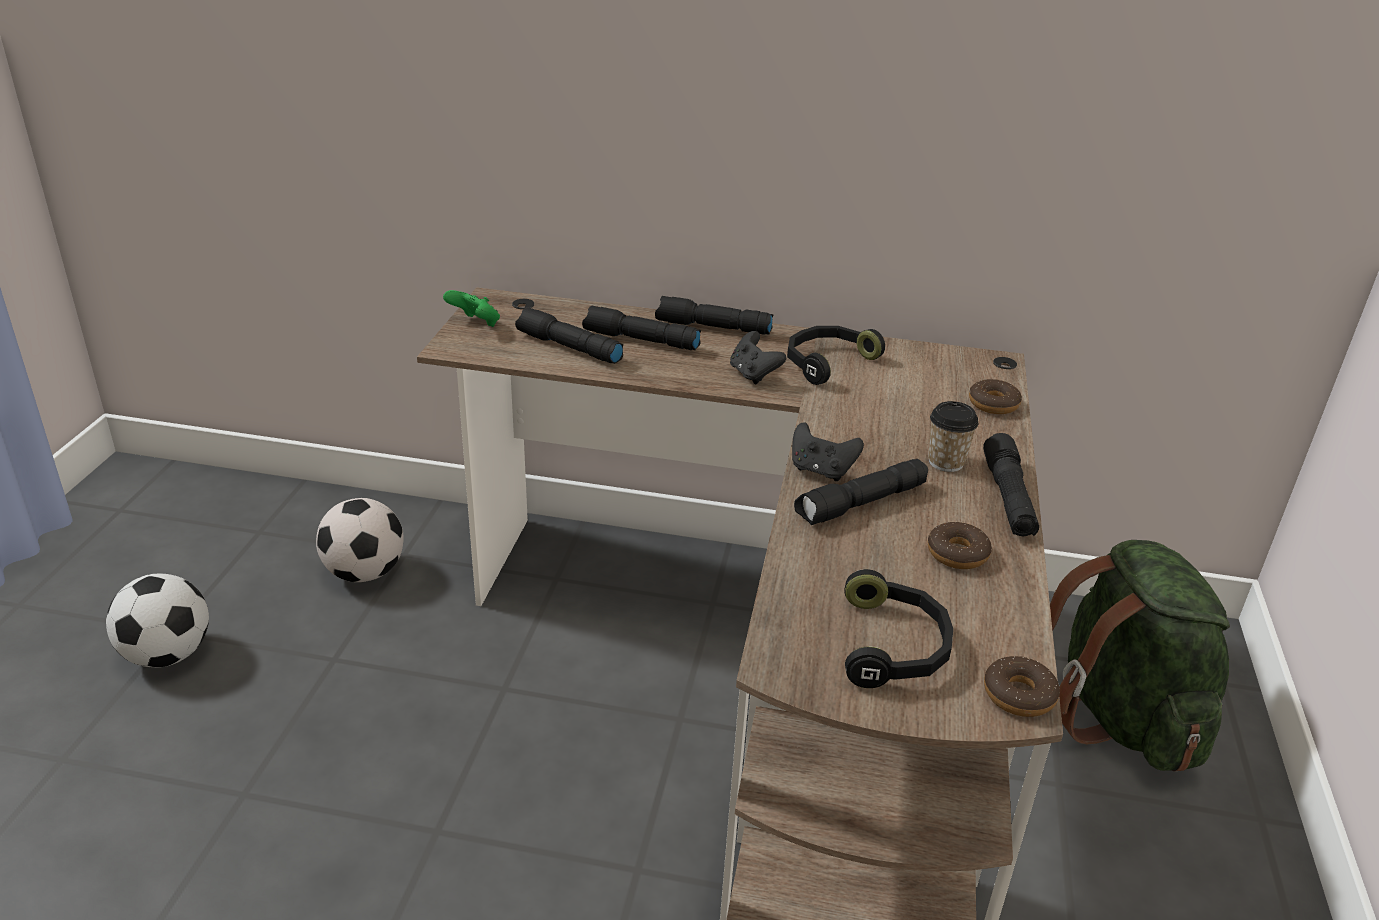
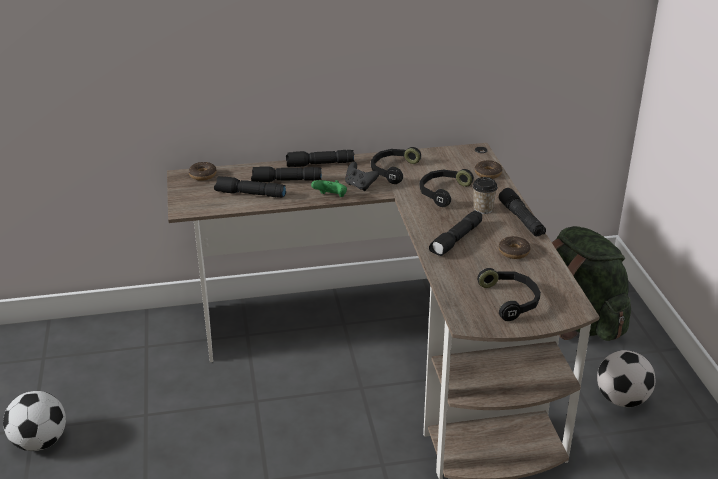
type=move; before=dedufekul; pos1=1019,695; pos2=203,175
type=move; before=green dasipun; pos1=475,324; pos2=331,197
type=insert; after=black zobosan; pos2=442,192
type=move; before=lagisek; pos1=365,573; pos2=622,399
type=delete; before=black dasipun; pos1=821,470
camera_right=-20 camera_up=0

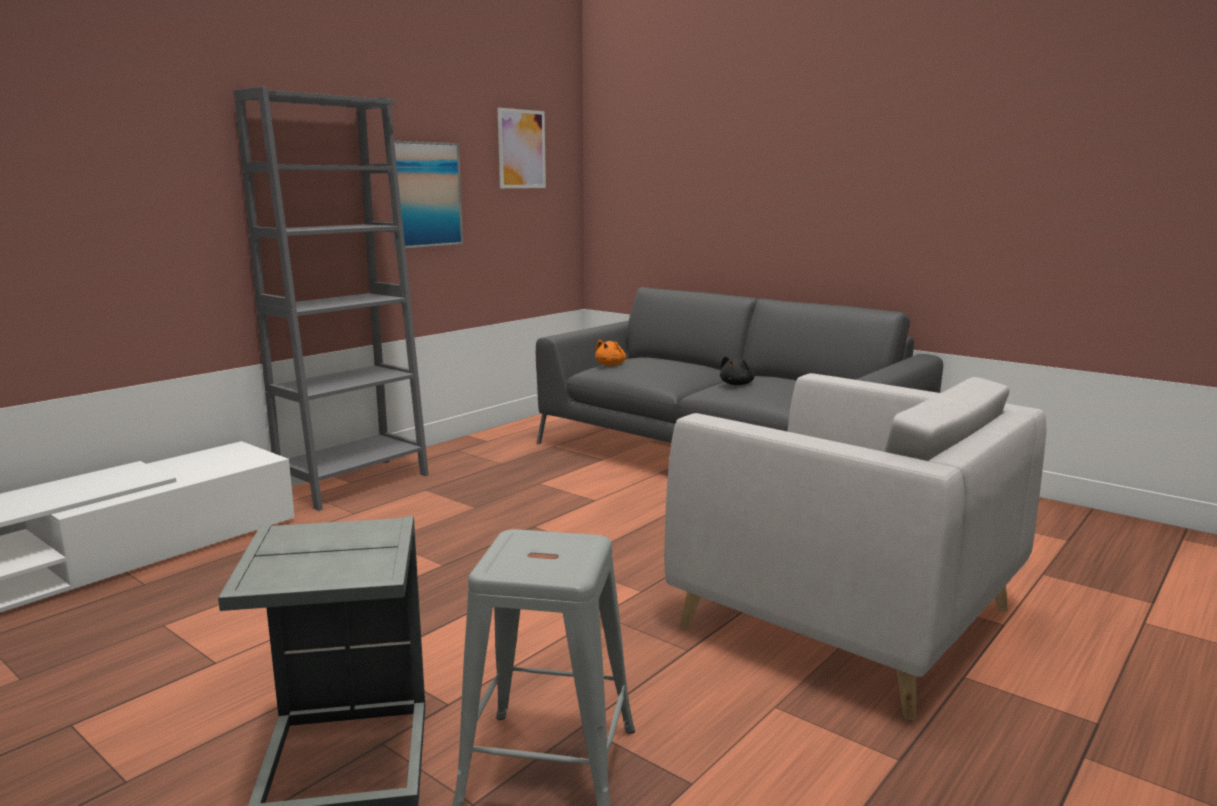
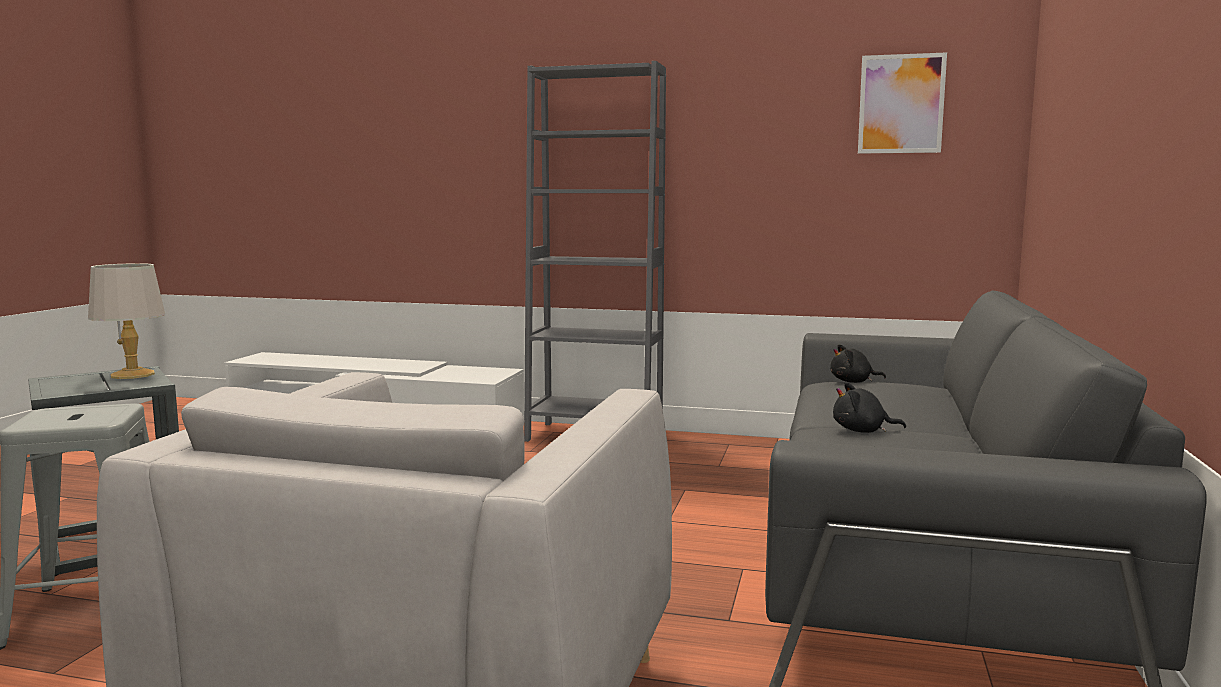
type=insert; after=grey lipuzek; pos2=134,374
type=recolor; before=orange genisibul; after=black genisibul; pos1=611,365; pos2=853,382
type=delete; before=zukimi; pos1=424,194
camera_right=65 camera_up=-5

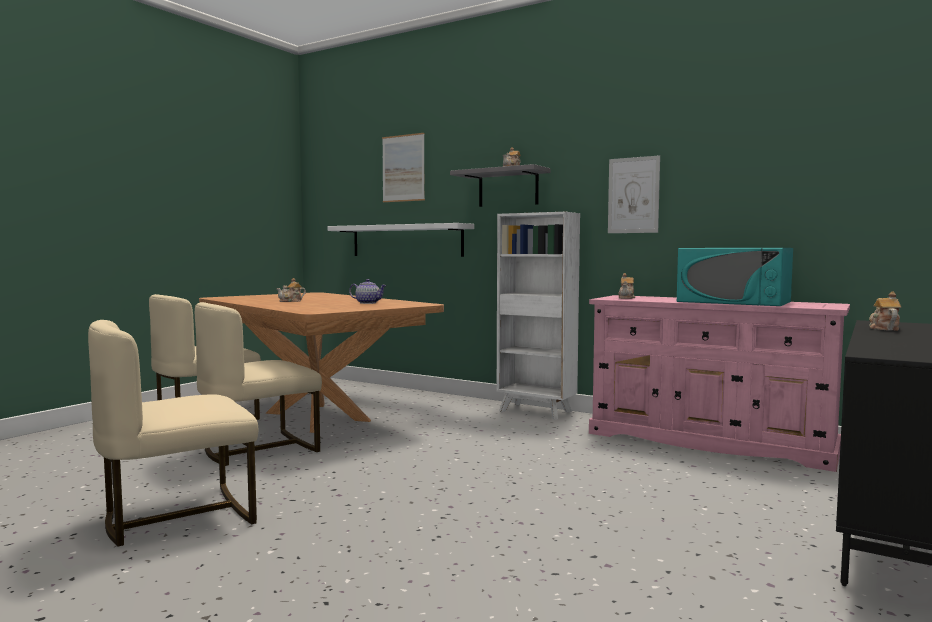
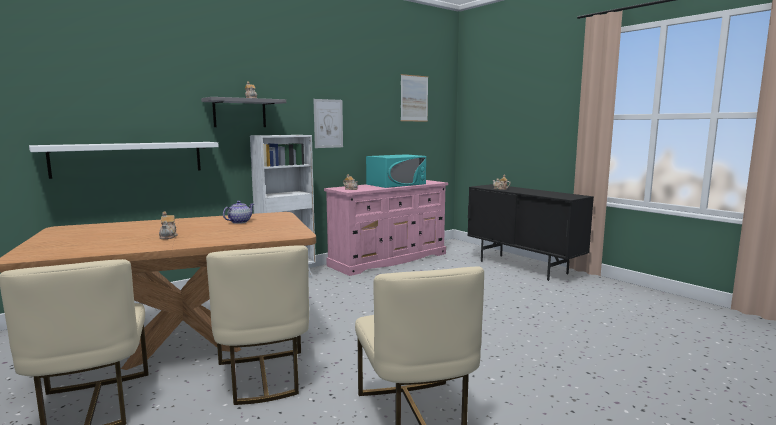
type=move; before=zukimi; pos1=403,168; pos2=414,98
camera_right=-70 camera_up=5

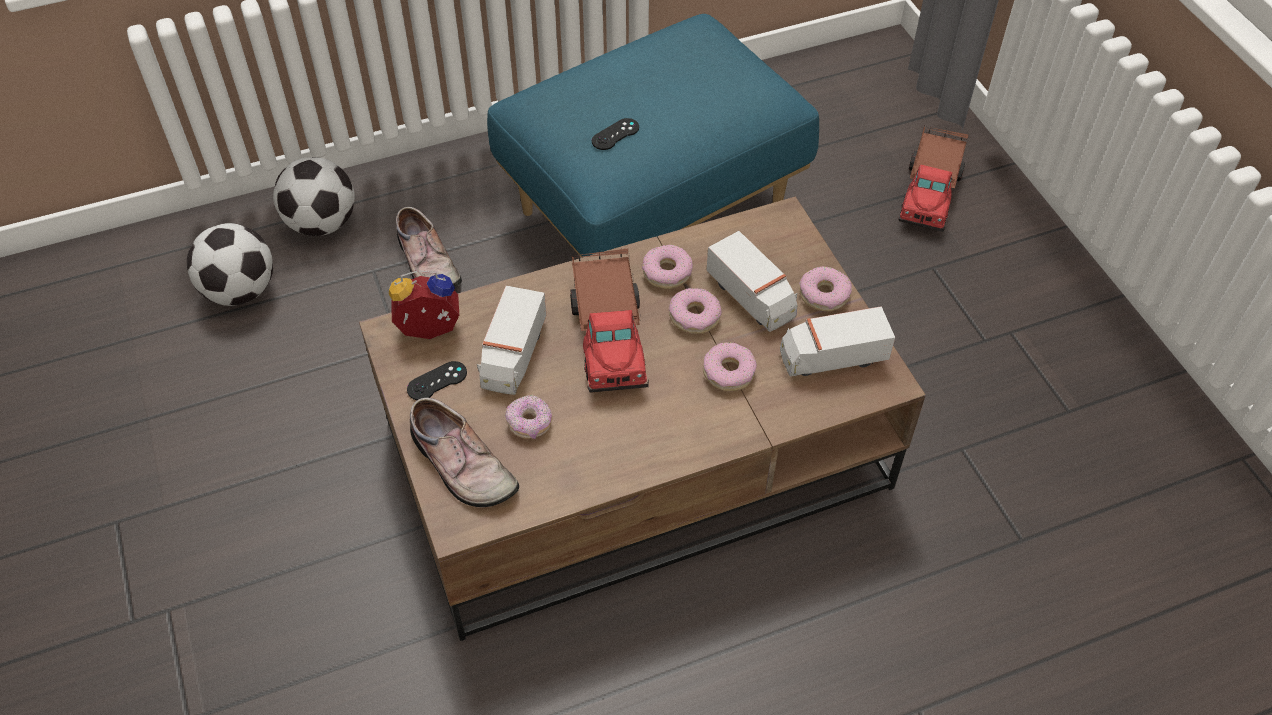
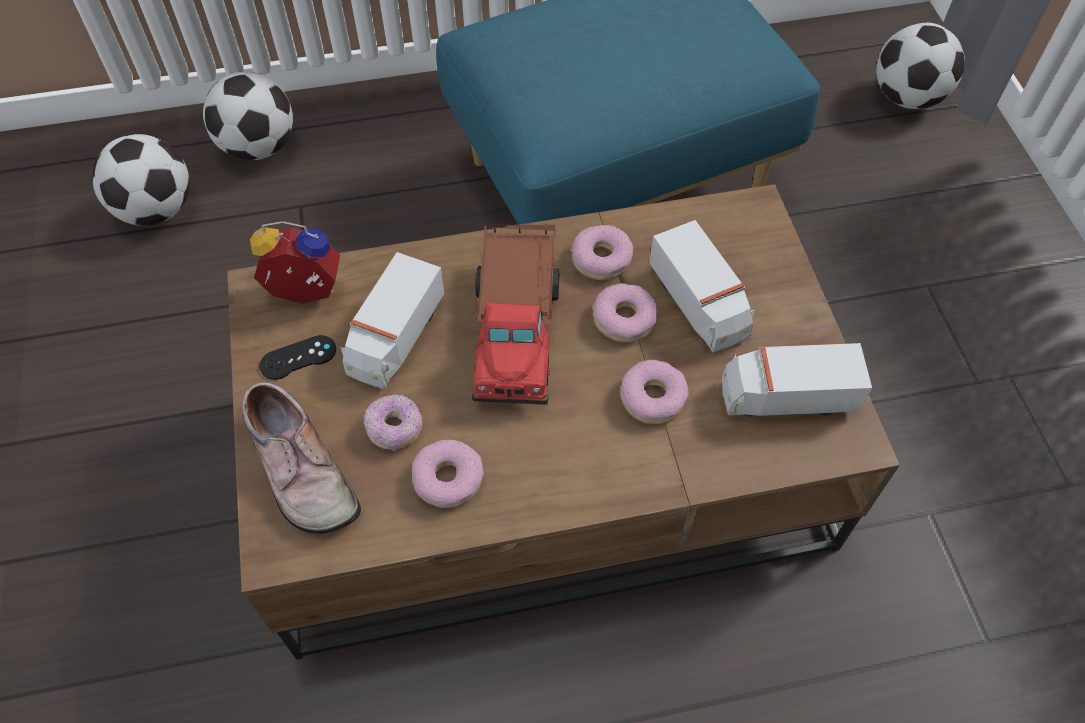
type=move; before=dedufekul; pos1=824,294; pos2=448,478
type=insert; after=lagisek; pos2=906,98
type=delete; before=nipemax; pos1=425,262
type=delete; before=black dasipun; pos1=615,134
type=delete; before=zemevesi; pos1=931,190
camera_right=10 camera_up=5

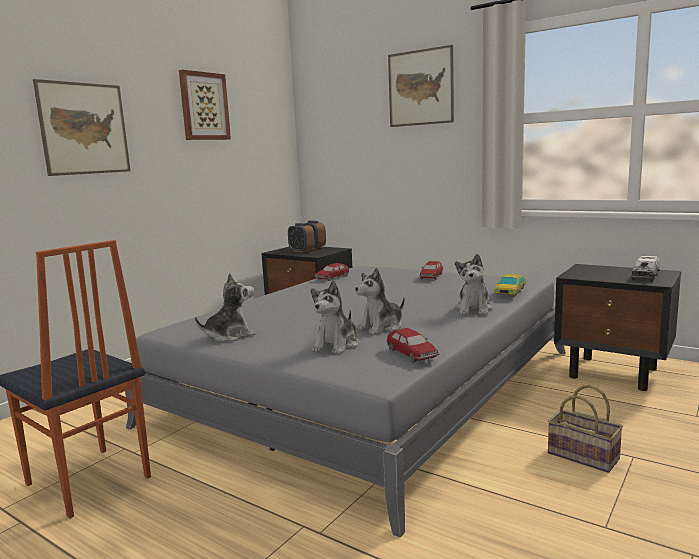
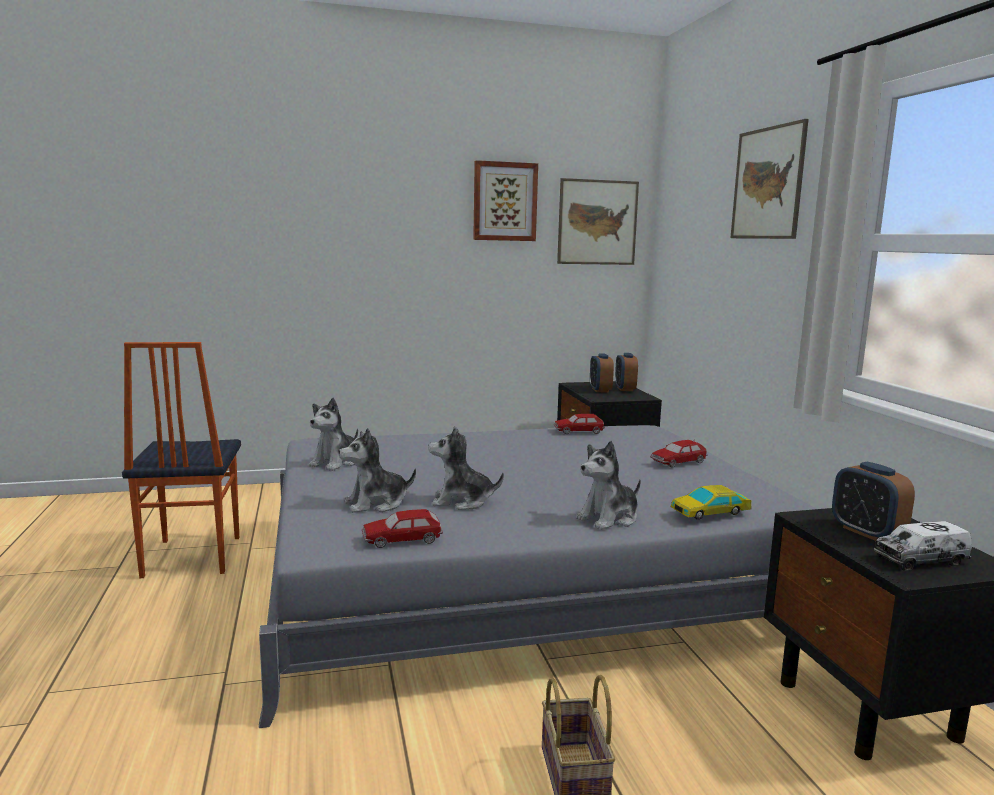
type=rotate; before=genisibul; pos1=230,336; pos2=336,462; turn=105
type=rotate; before=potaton; pos1=412,354; pos2=402,539; turn=60
type=move; before=zukimi; pos1=84,129; pos2=597,222
type=insert; after=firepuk; pos2=867,532
camera_right=40 camera_up=0

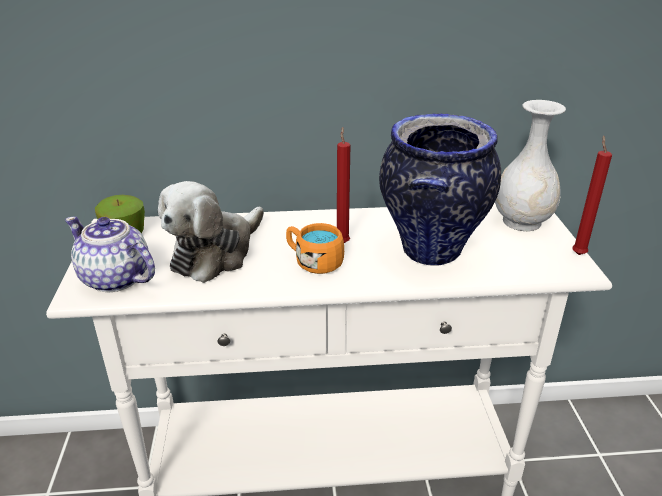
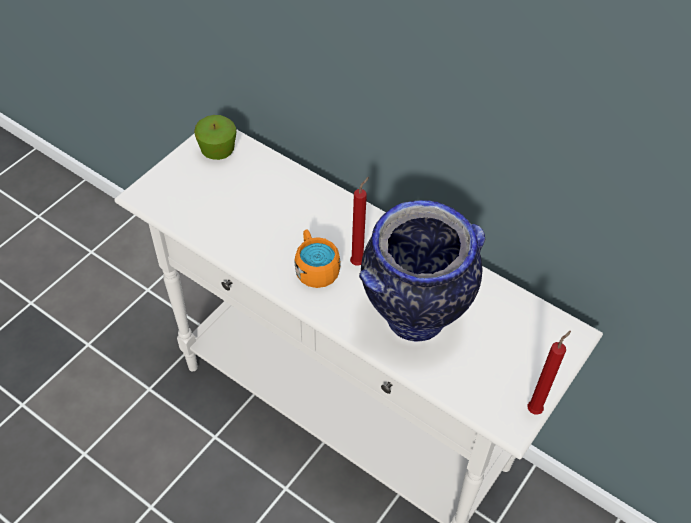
type=delete; before=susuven; pos1=116,279
type=delete; before=genisibul; pos1=215,253
type=delete; before=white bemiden; pos1=522,222
camera_right=40 camera_up=20

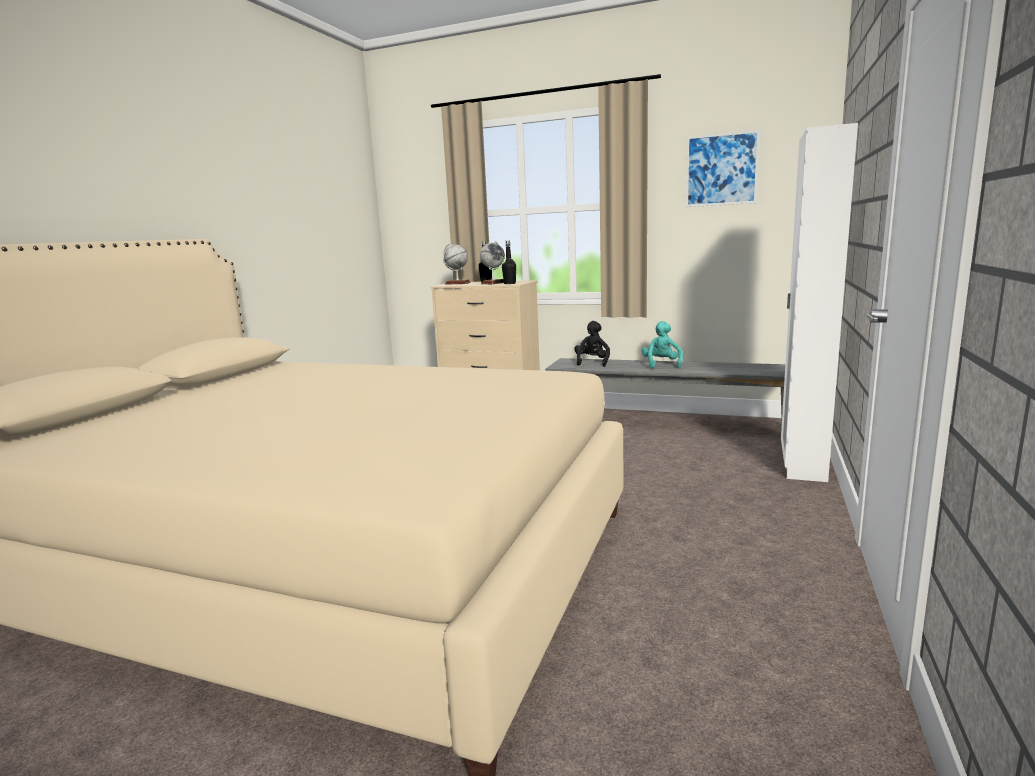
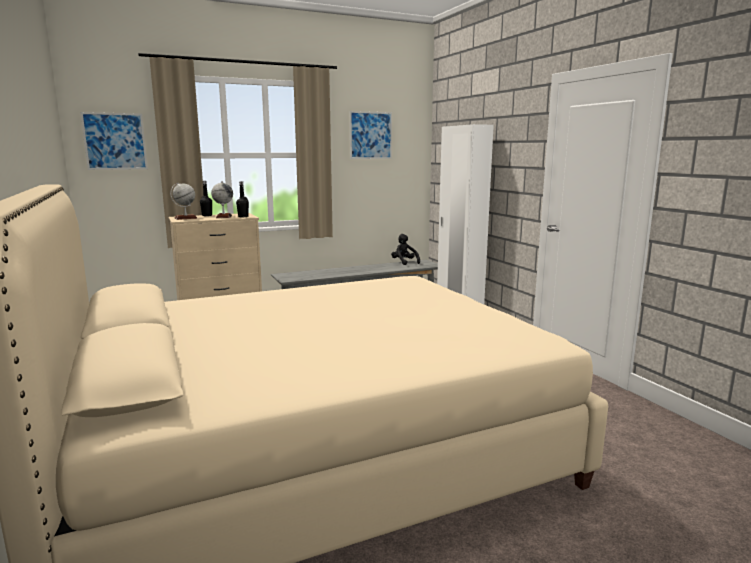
type=insert; after=zukimi; pos2=115,141
type=move; before=black genisibul; pos1=592,362; pos2=404,262
type=delete; before=turquoise genisibul; pos1=661,365
camera_right=-45 camera_up=0

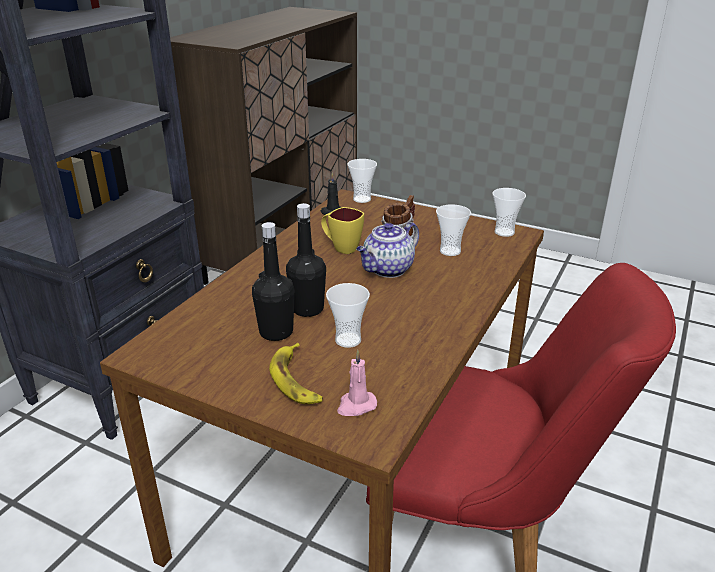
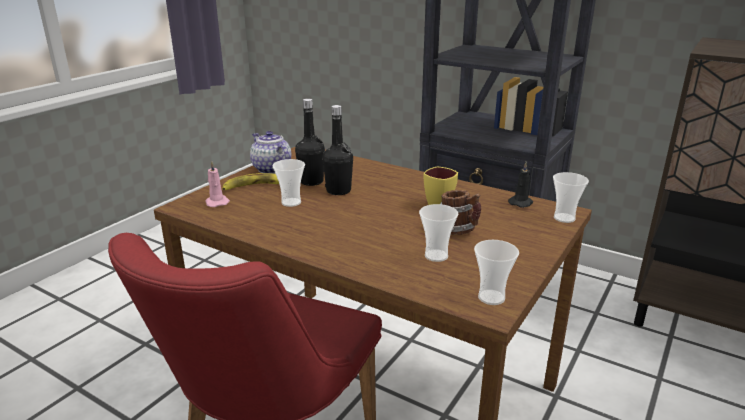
type=move; before=susuven; pos1=387,270; pos2=271,169
camera_right=95 camera_up=-5

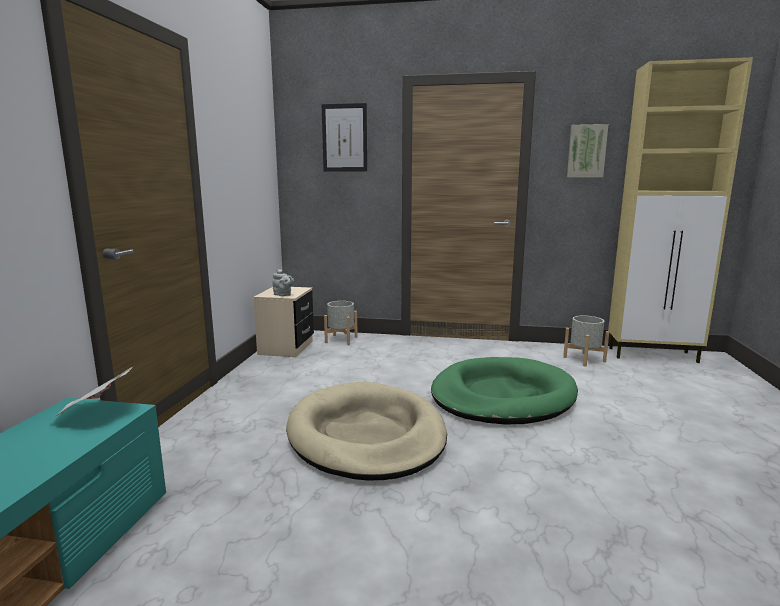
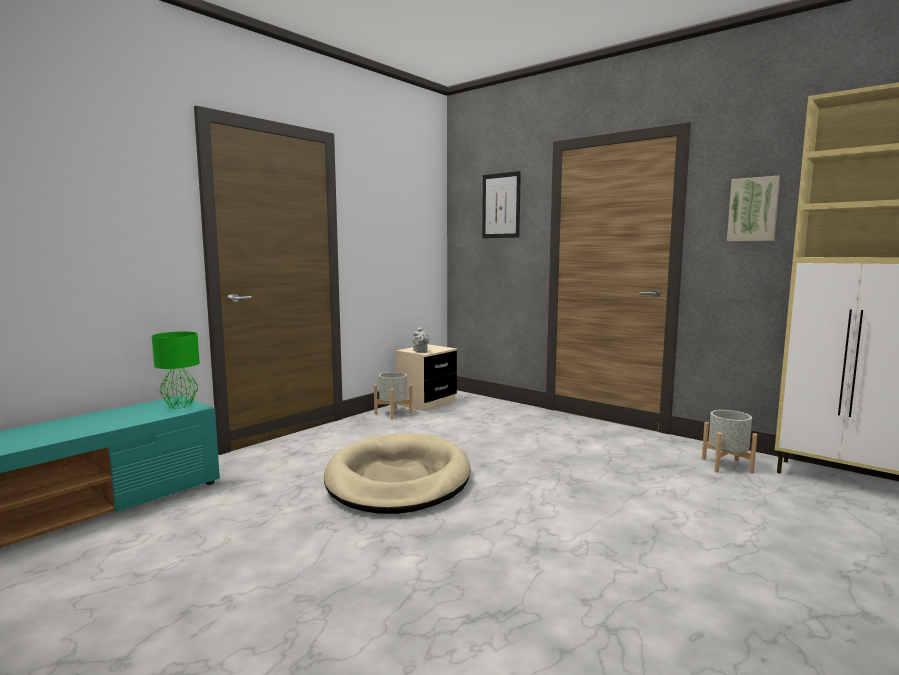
type=replace; before=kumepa; after=green lipuzek; pos1=95,412; pos2=179,405
type=move; before=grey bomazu; pos1=341,339; pos2=393,413
type=delete; before=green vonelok; pos1=502,396
camera_right=30 camera_up=-5

